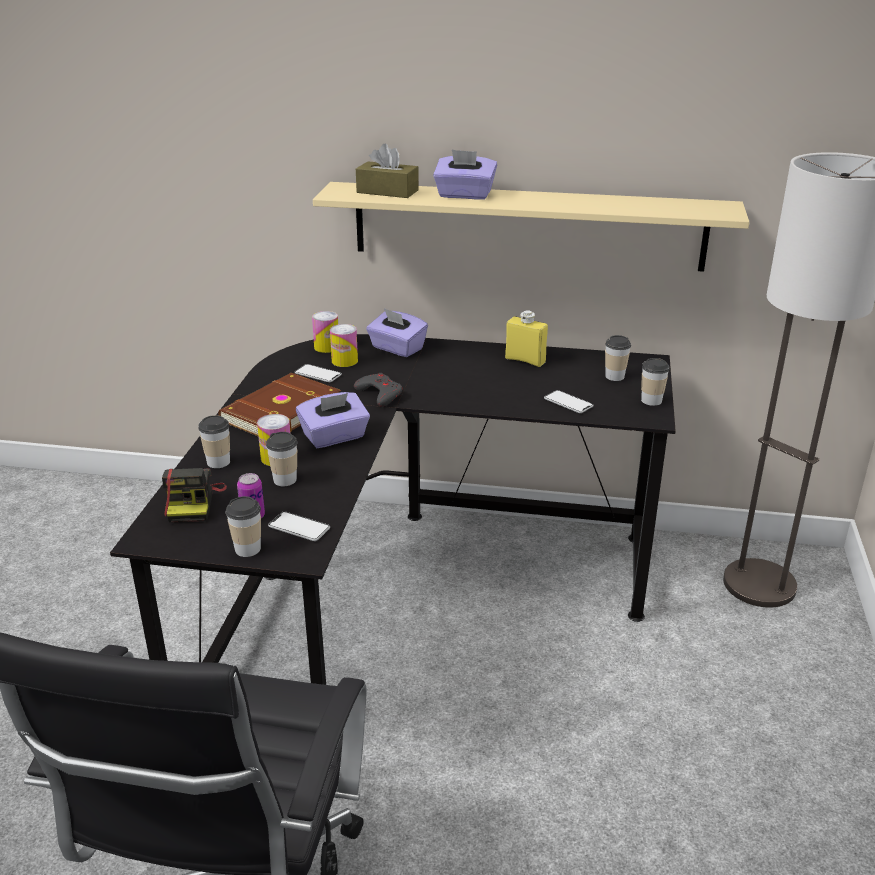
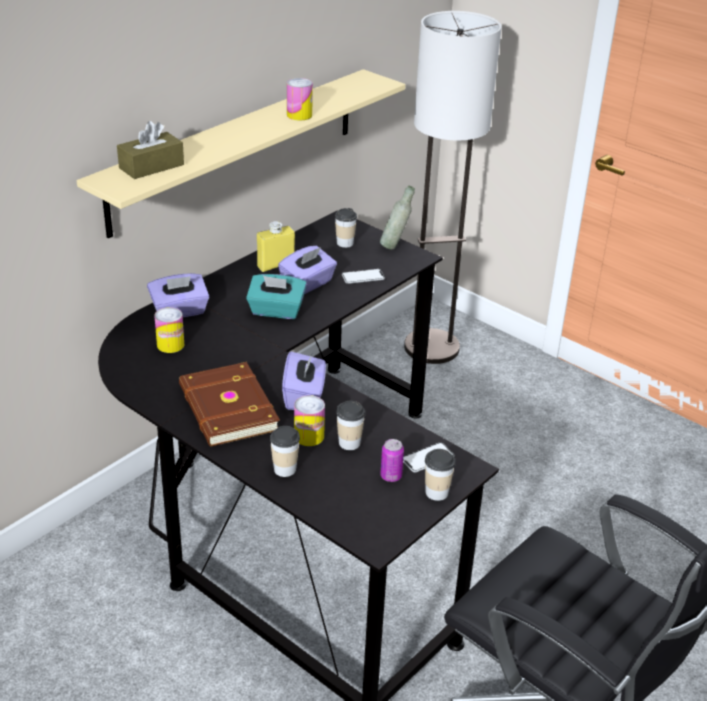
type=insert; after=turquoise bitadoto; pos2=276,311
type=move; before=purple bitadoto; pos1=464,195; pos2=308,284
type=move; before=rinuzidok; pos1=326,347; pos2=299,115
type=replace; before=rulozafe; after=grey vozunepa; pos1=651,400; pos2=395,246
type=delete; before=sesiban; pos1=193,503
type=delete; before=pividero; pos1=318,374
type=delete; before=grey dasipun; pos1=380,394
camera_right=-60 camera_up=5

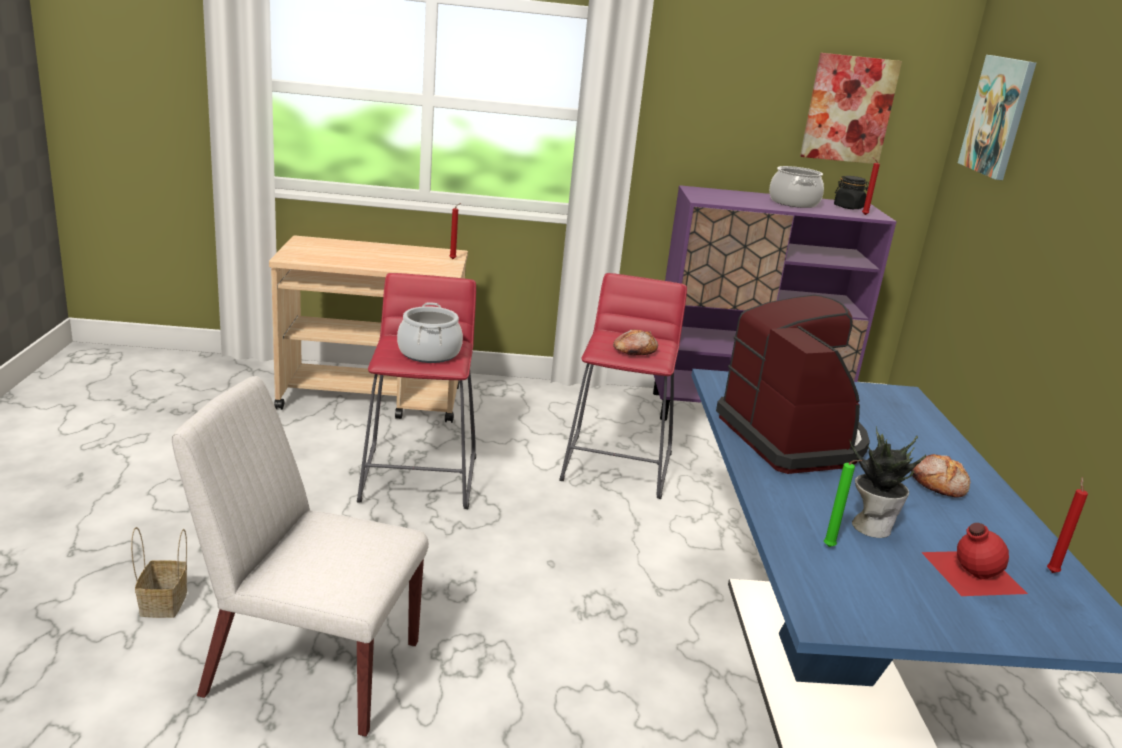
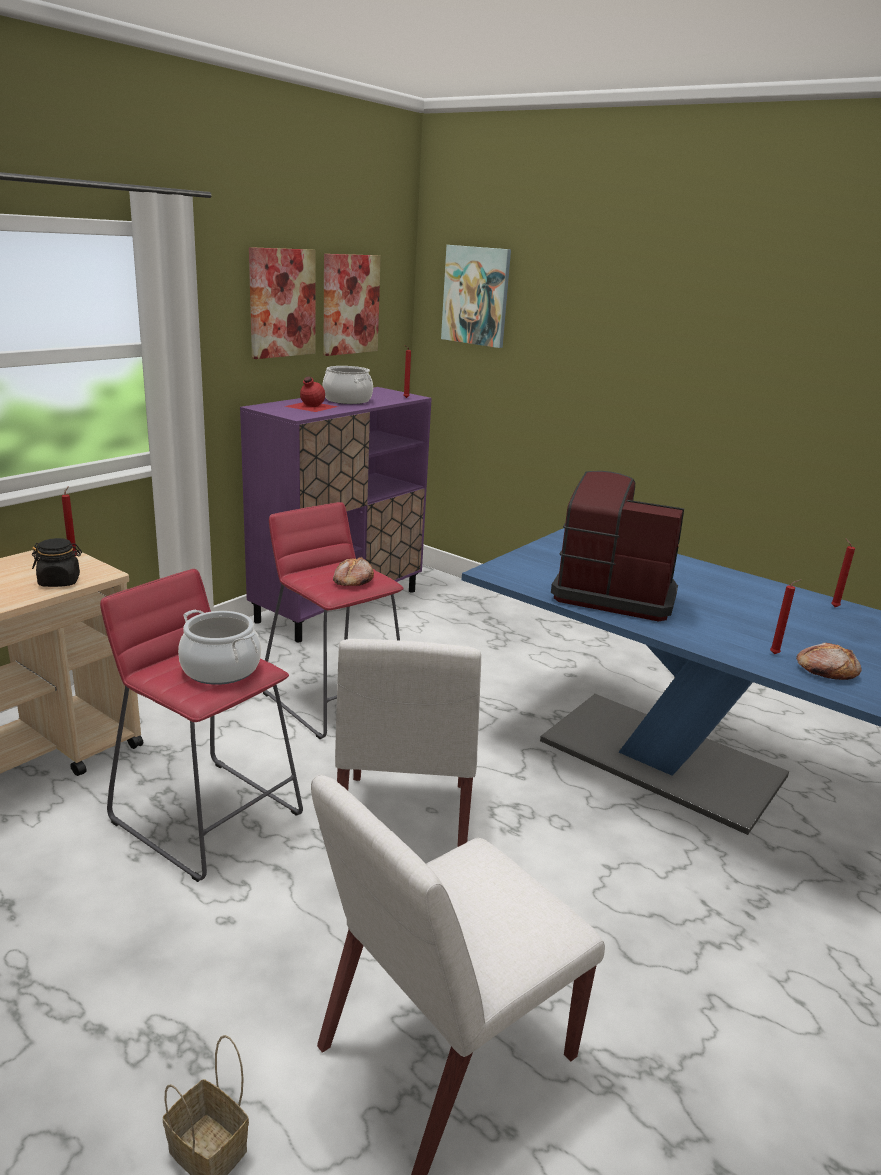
type=move; before=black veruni; pos1=848,207; pos2=60,581
type=insert; after=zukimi; pos2=282,303
type=move; before=red vozunepa; pos1=971,571; pos2=310,406
type=insert; after=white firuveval; pos2=404,827
type=recolor; before=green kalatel; after=red kalatel; pos1=830,548; pos2=776,654
type=move; before=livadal; pos1=939,484; pos2=825,670
type=delete; before=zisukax; pos1=871,526
camera_right=-50 camera_up=0

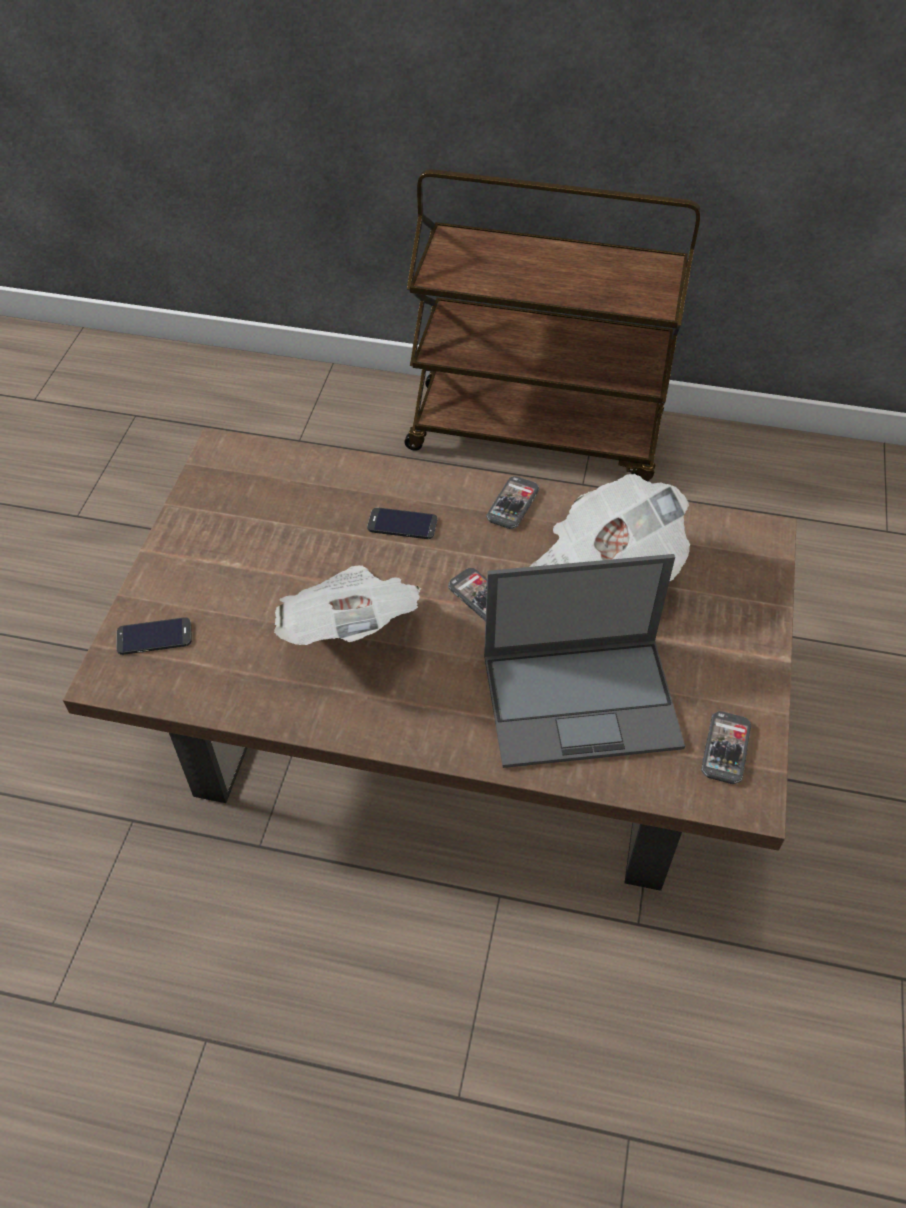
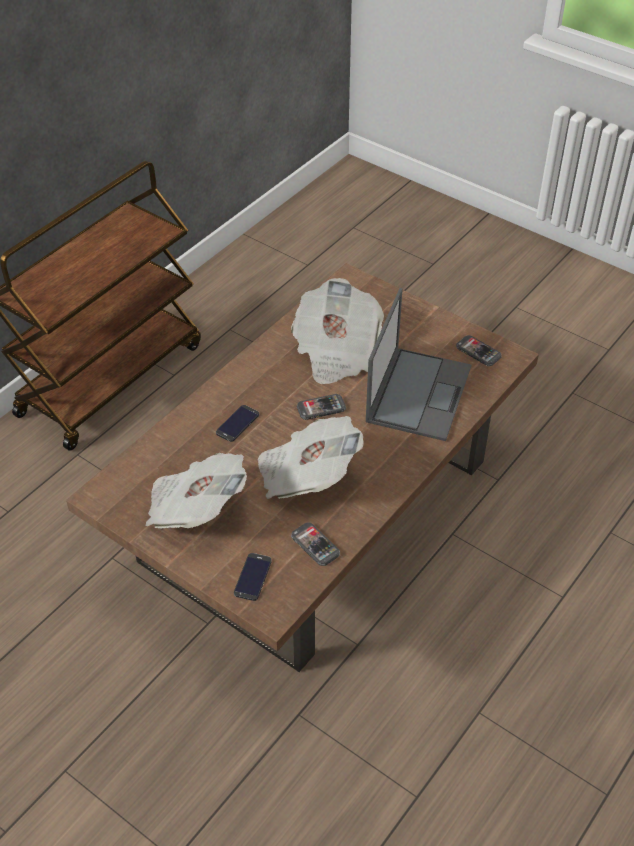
type=insert; after=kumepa; pos2=195,508
type=move; before=pividero; pos1=512,504; pos2=315,545
camera_right=-65 camera_up=-5

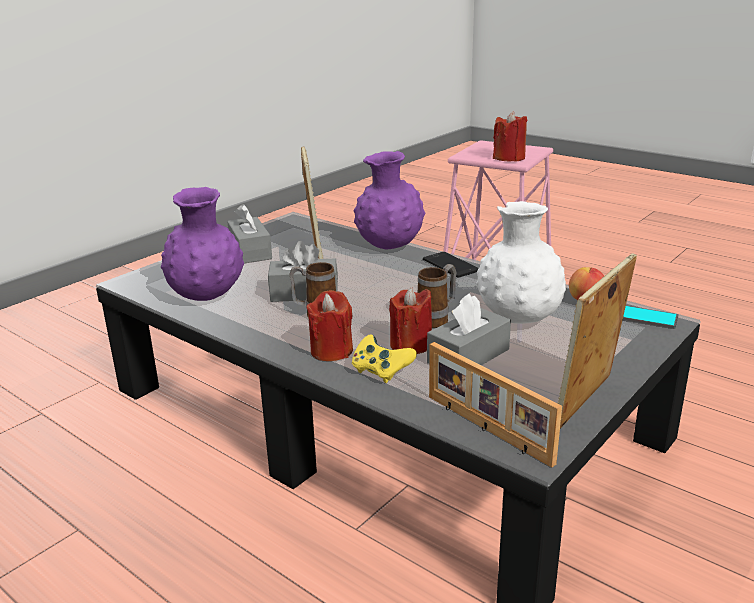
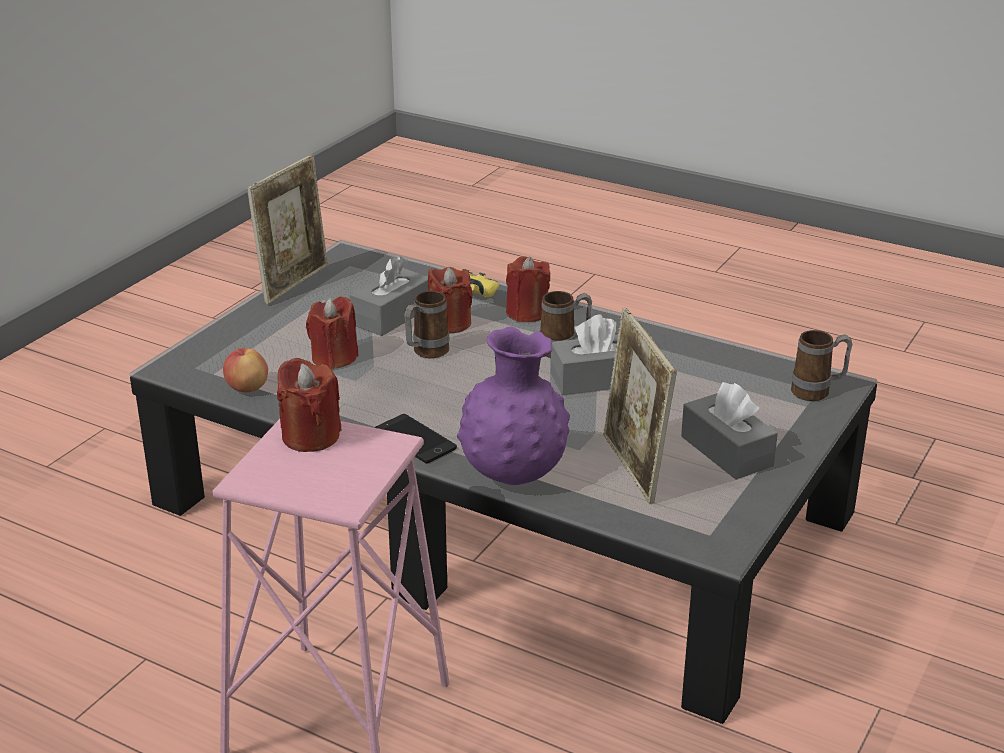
type=replace; before=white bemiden; after=red kalatel; pos1=519,319; pos2=334,358
type=insert; after=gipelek; pos2=818,392
type=delete; before=purple bemiden; pos1=206,297
type=delete; before=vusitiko; pos1=486,429
type=delete; before=pividero; pos1=645,317
camera_right=170 camera_up=5

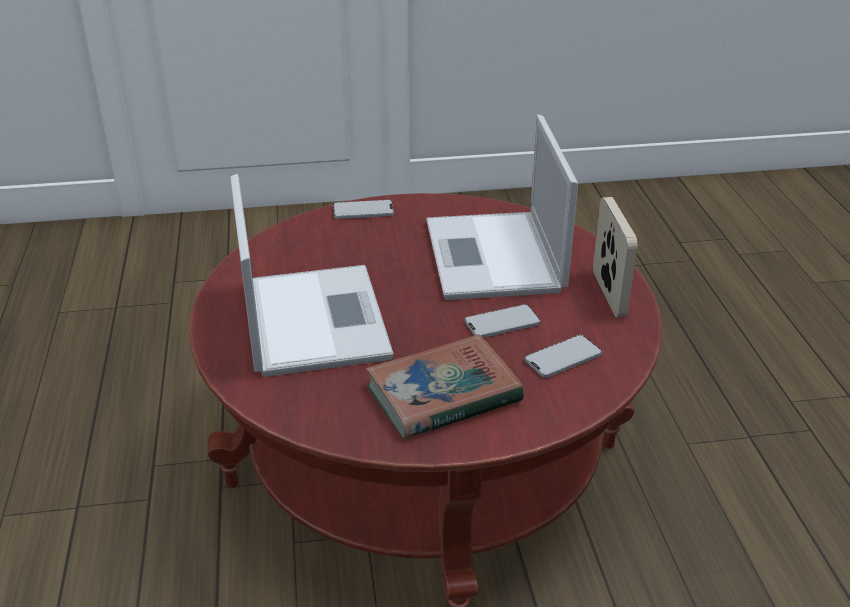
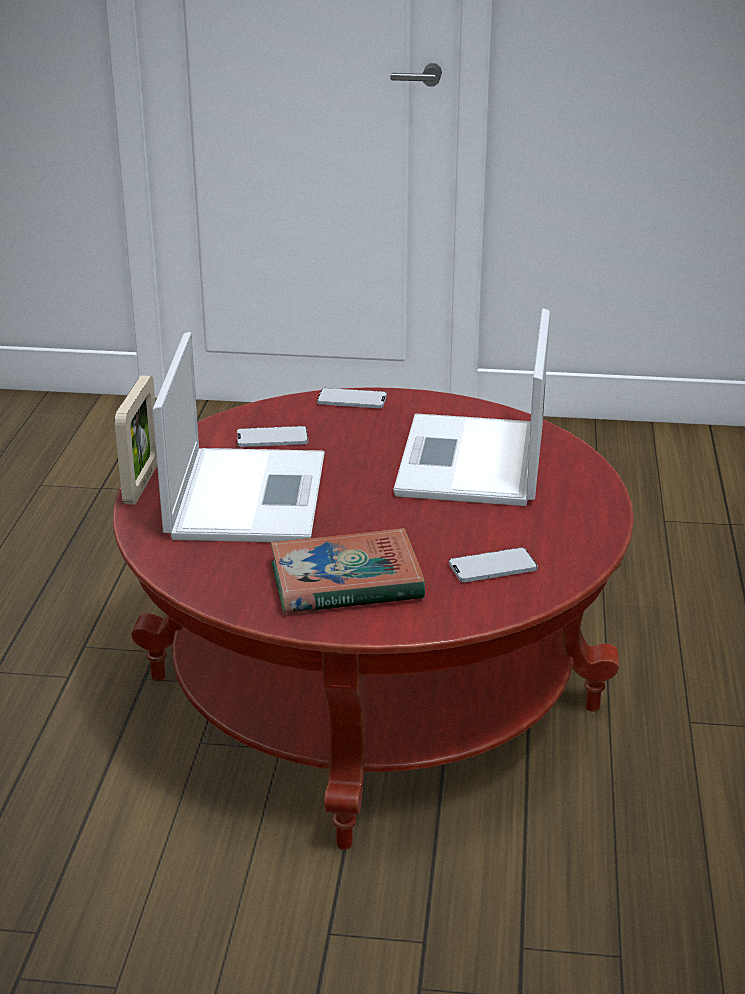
type=move; before=vusitiko; pos1=608,294; pos2=142,483
type=move; before=pividero; pos1=502,323; pos2=272,438
camera_right=15 camera_up=-5

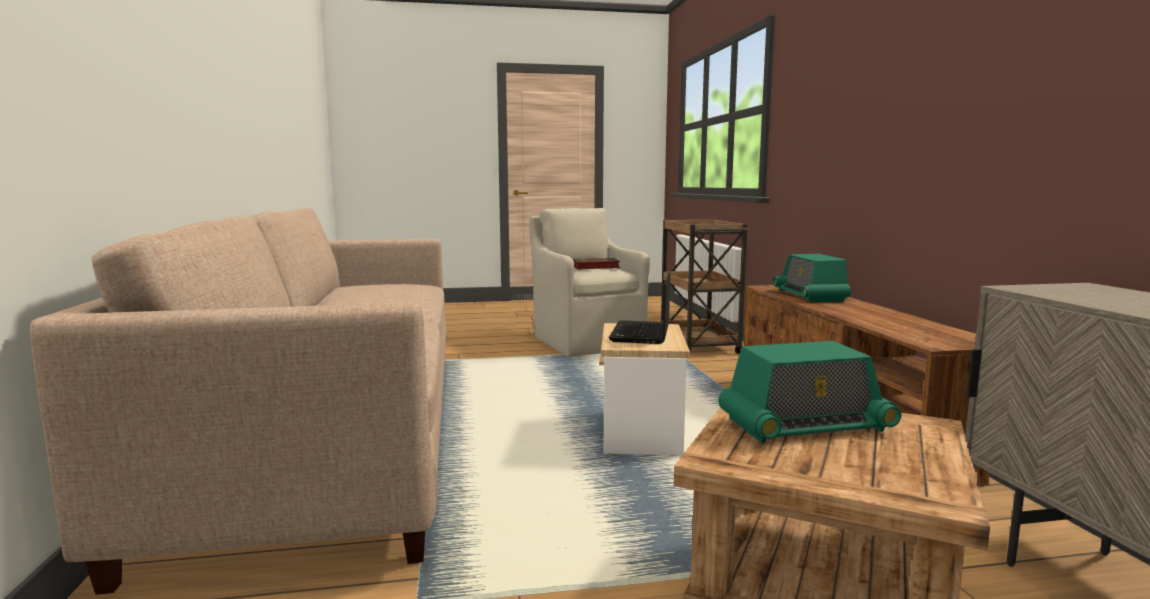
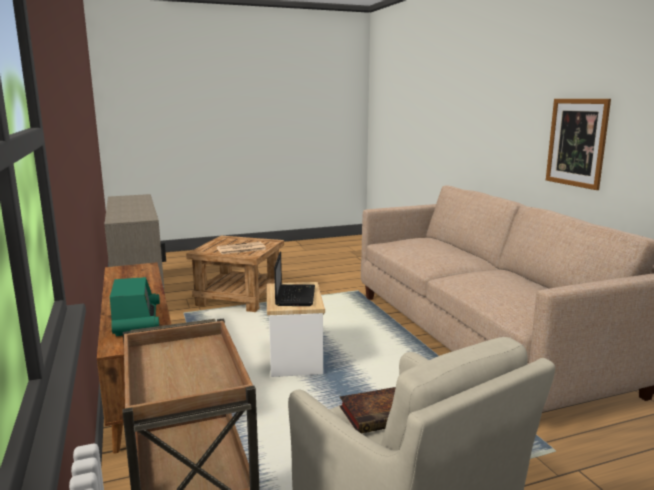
type=replace; before=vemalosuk; after=kumepa; pos1=805,425; pos2=240,249
type=insert; after=zukimi; pos2=577,142
camera_right=170 camera_up=5

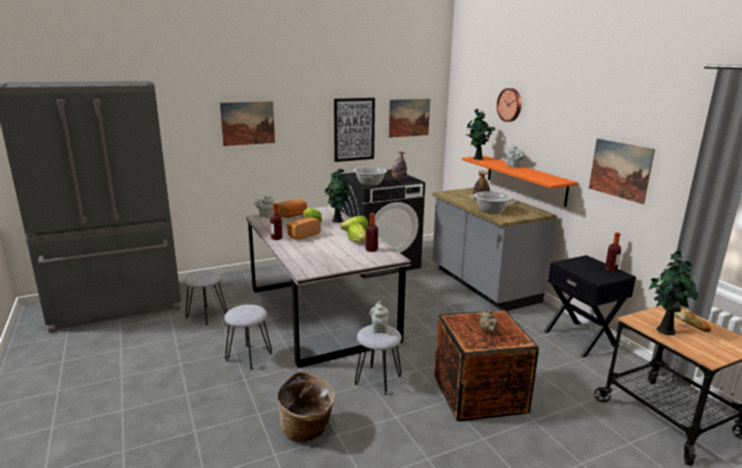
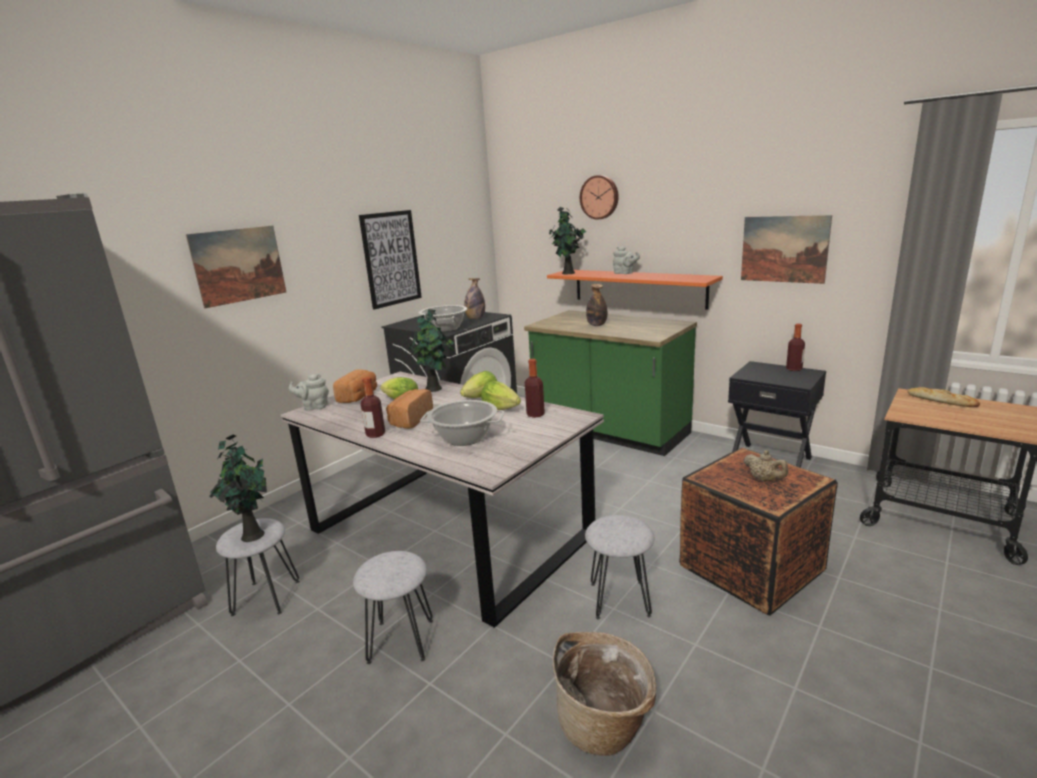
type=move; before=zisukax; pos1=664,330; pos2=252,534
type=move; before=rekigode; pos1=491,210; pos2=464,438
type=recolor; before=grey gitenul; after=green gitenul; pos1=482,285; pos2=609,432
type=delete; before=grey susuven; pos1=379,328
type=delete; before=zukimi; pos1=409,117
camera_right=-25 camera_up=0

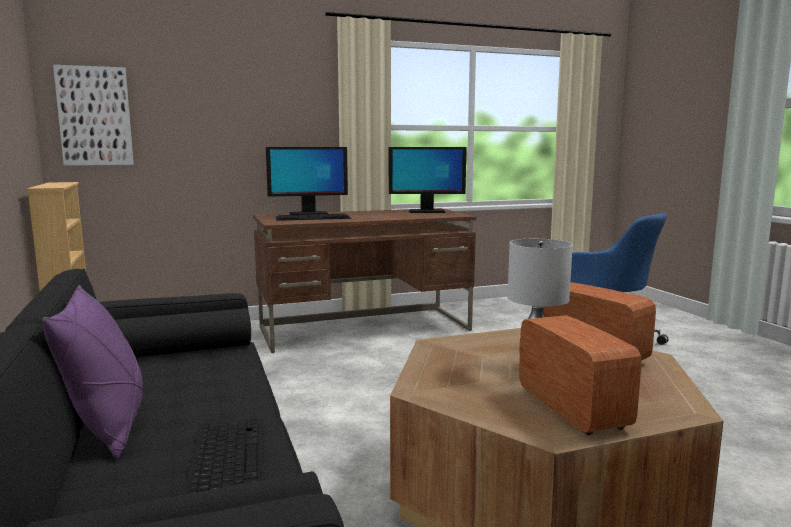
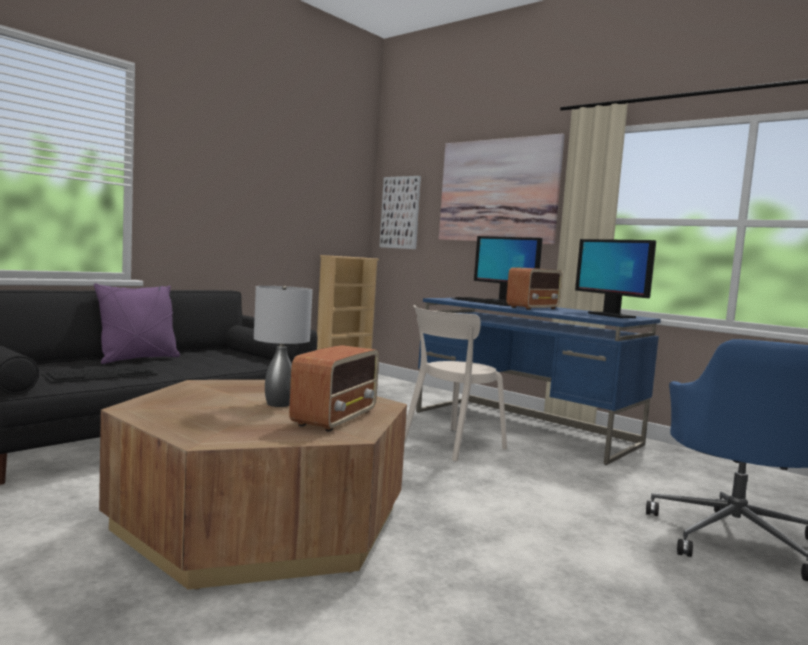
type=insert; after=beige firuveval; pos2=449,445
type=recolor; before=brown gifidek; after=blue gifidek; pos1=365,329; pos2=525,428
type=insert; after=zukimi; pos2=498,191
type=move; before=vemalosuk; pos1=571,408; pos2=533,308
camera_right=60 camera_up=-5

